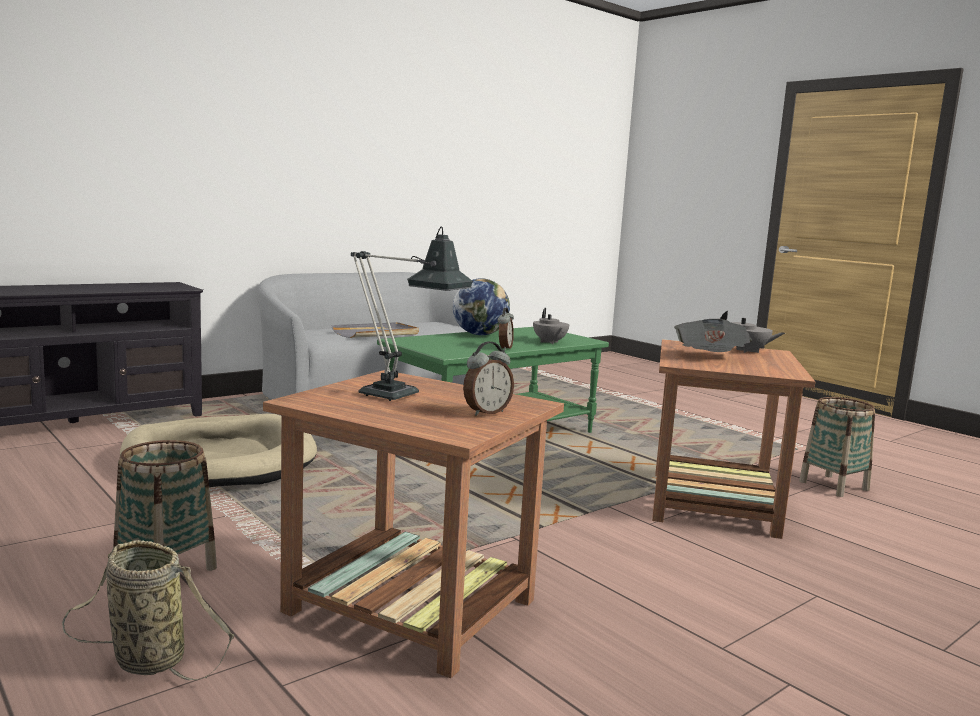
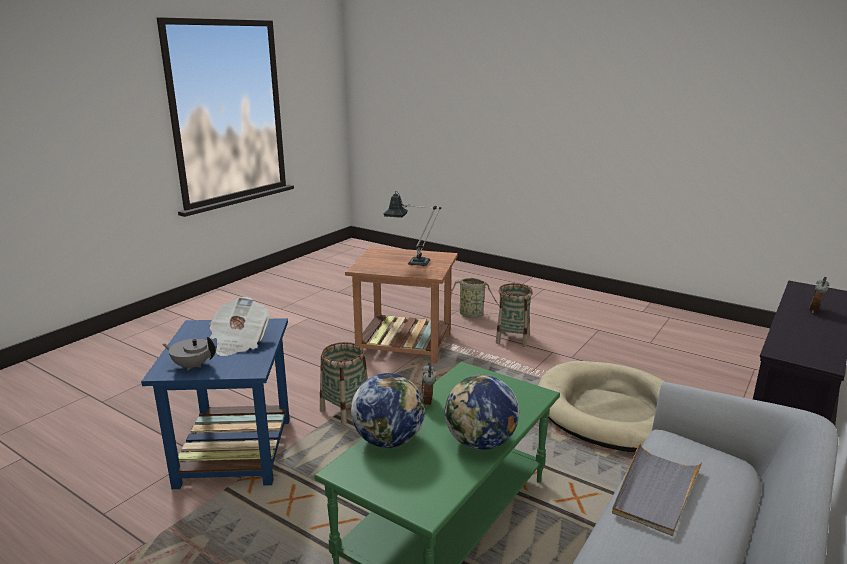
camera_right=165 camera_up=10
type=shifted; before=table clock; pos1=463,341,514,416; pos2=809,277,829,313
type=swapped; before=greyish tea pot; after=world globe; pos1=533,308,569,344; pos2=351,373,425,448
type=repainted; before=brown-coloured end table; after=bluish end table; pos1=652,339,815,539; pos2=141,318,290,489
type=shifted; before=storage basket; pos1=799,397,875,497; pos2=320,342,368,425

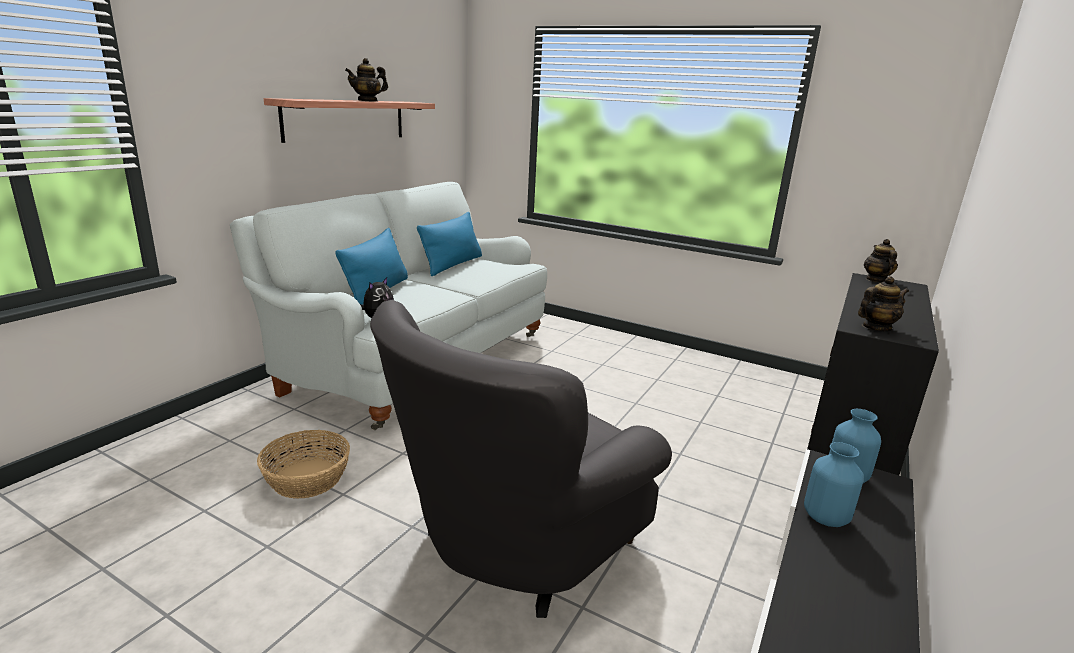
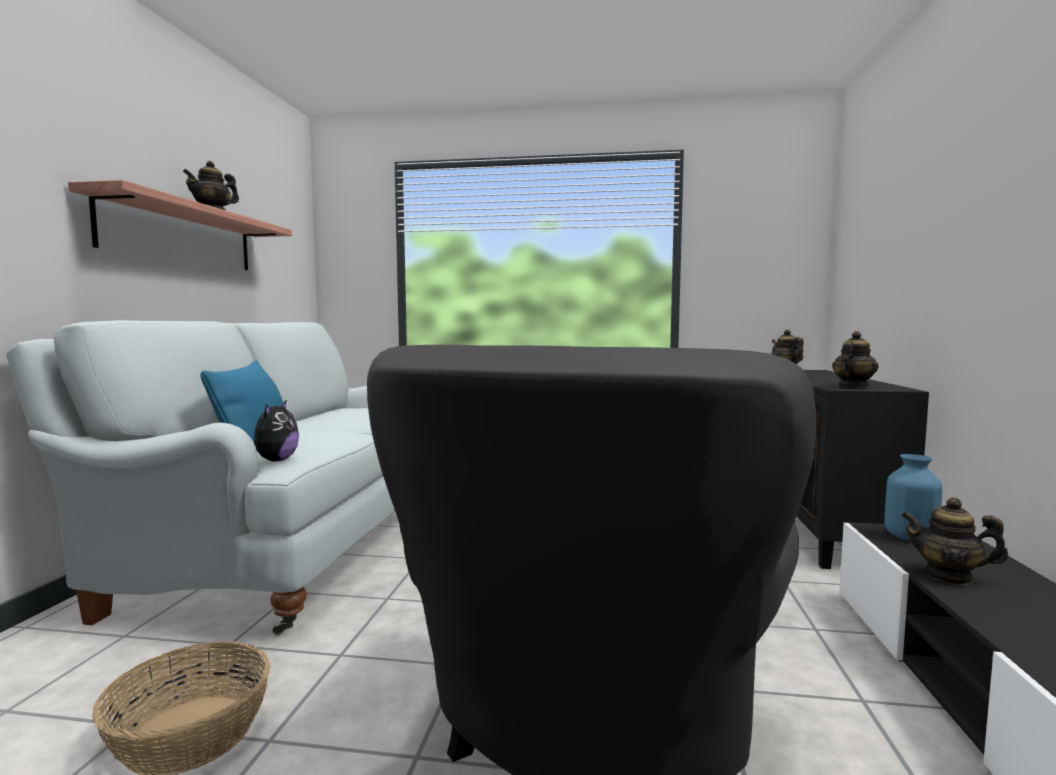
camera_right=-20 camera_up=-15
type=gone; before=bluish throw pillow; pos1=417,212,482,276
type=swapped; before=bluish flower vase; after=tea pot; pos1=804,442,864,527; pos2=901,497,1009,585

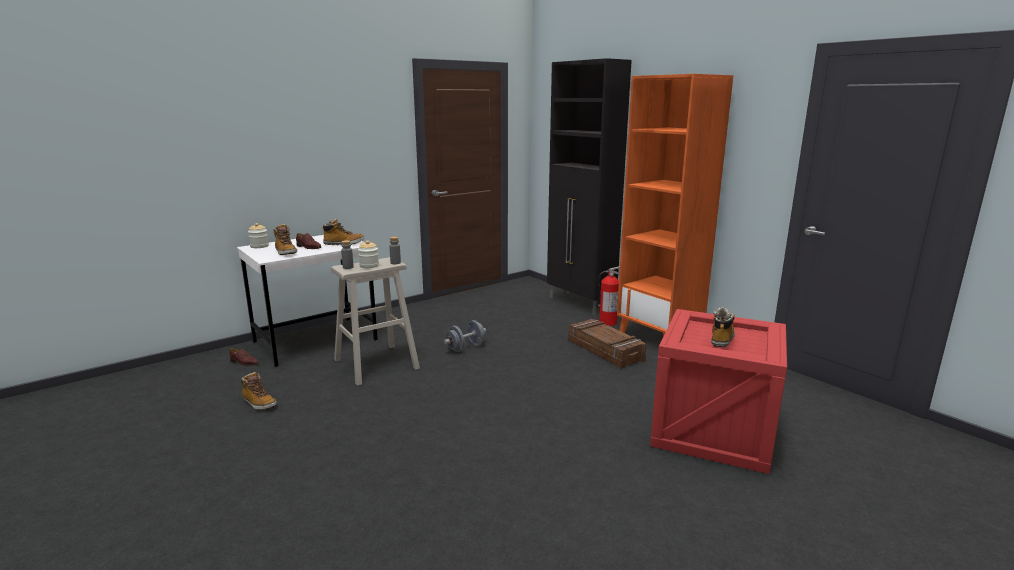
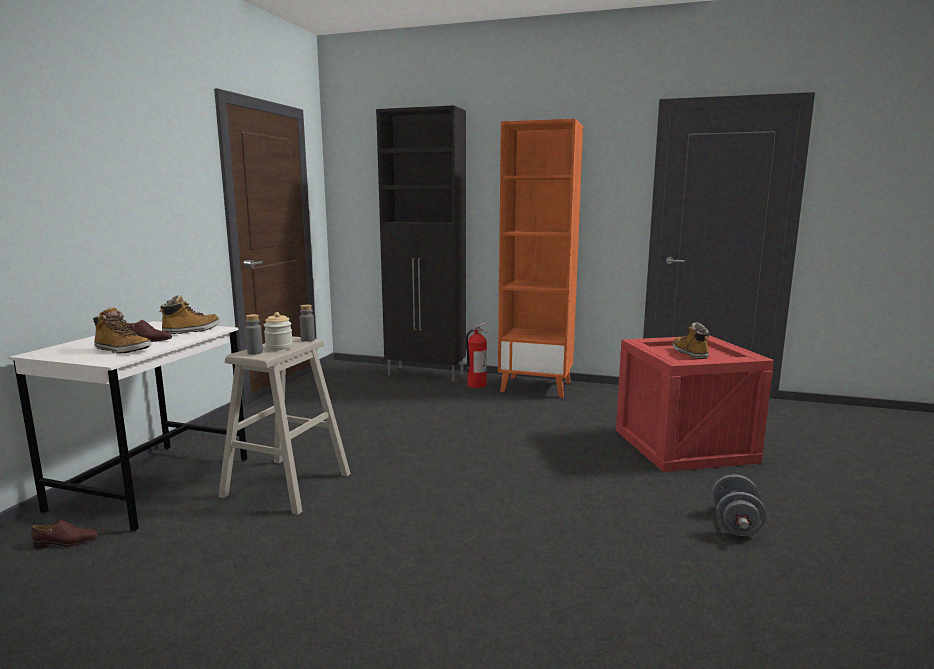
camera_right=-35 camera_up=-5
type=gone; before=high-top boot; pos1=241,372,277,410
type=gone; before=preserve jar; pos1=248,223,269,248
type=shifted; before=greyish dumbbell; pos1=444,320,486,352; pos2=712,475,766,536
type=gone; before=crate; pos1=568,319,647,369

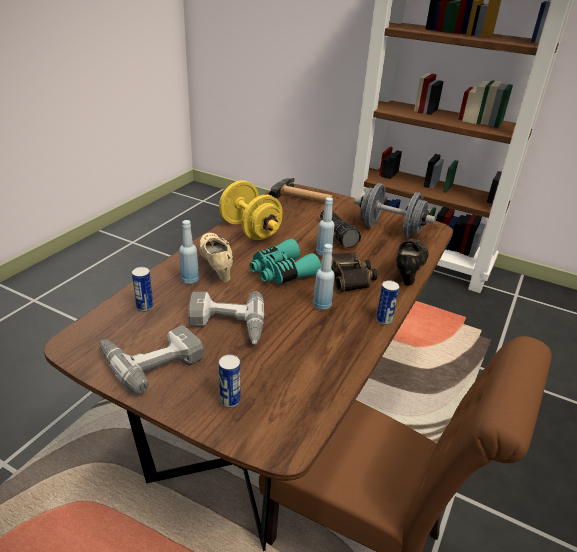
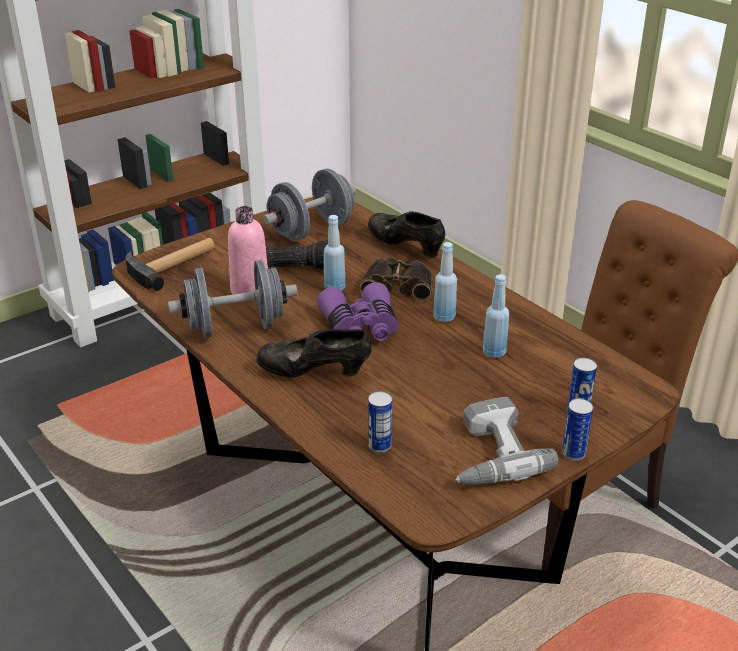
camera_right=-65 camera_up=0
type=shifted; before=bluish beverage bottle; pos1=179,220,199,284; pos2=483,274,509,358
type=gone; before=drill; pos1=188,291,264,344
type=repainted; before=beige-coloured low shoe; after=black low shoe; pos1=200,233,233,282; pos2=256,329,371,377
type=repainted; before=yellow-coloured dumbbell; after=greyish dumbbell; pos1=219,180,282,240; pos2=168,260,298,338
type=repainted; before=turquoise pair of binoculars; after=purple pair of binoculars; pos1=249,239,321,284; pos2=317,282,398,341
type=shifted; before=can; pos1=376,280,400,325; pos2=562,399,593,461
type=new; after=pink beverage bottle; pos2=228,206,268,295

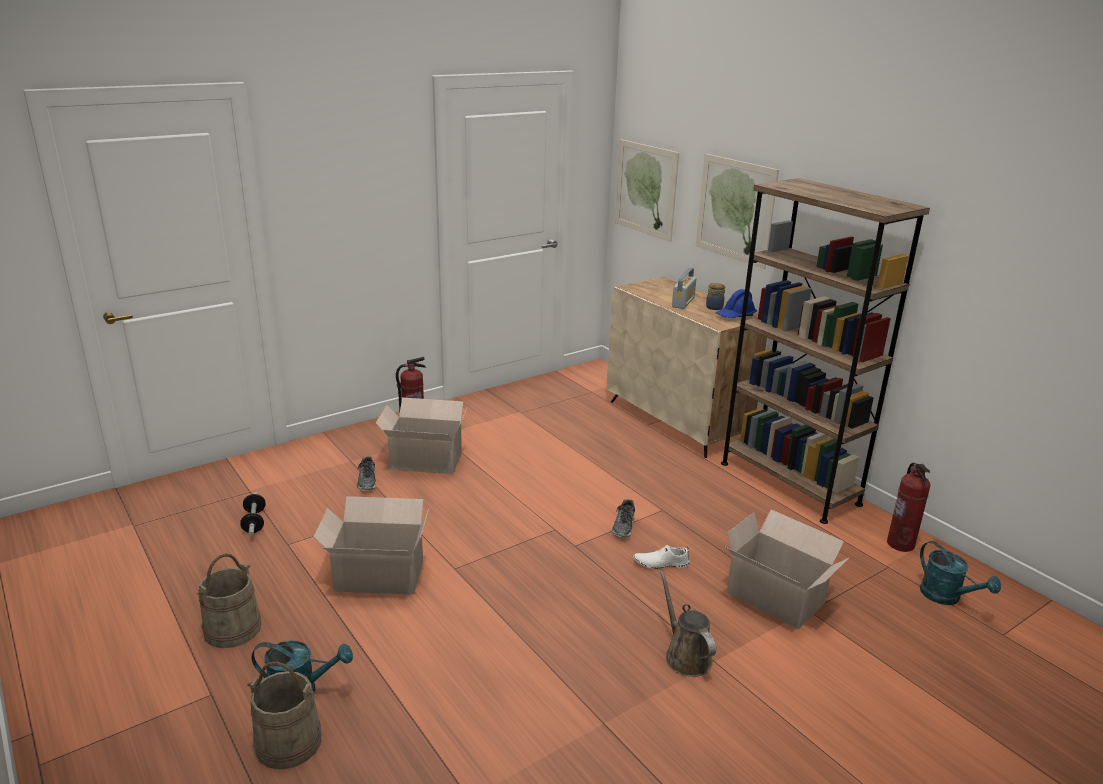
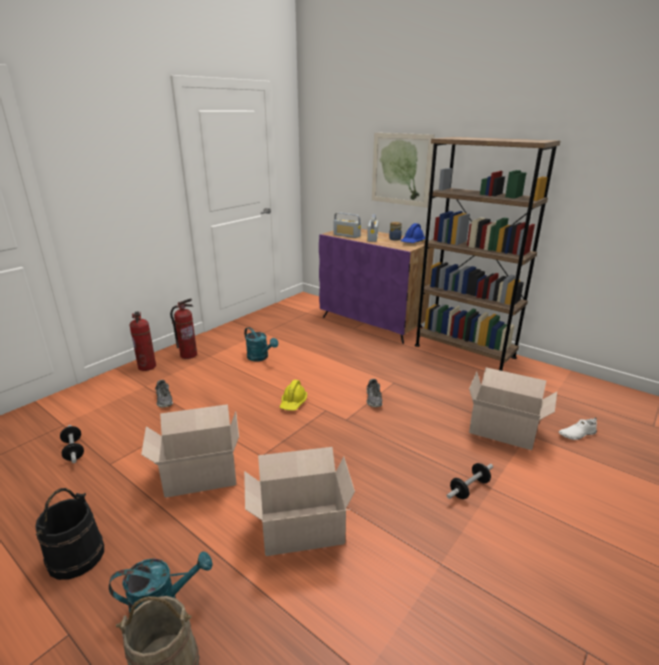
camera_right=-15 camera_up=0
type=repainted; before=beige-coloured water bucket; after=black water bucket; pos1=197,553,262,648; pos2=35,488,104,580
type=shifted; before=packing box; pos1=376,397,467,474; pos2=244,447,355,556
type=repainted; before=beige-coloured storage cabinet; after=purple storage cabinet; pos1=607,277,767,458; pos2=319,229,434,344
type=gone; before=picture; pos1=615,139,679,242
type=shifted; before=whitish low shoe; pos1=633,545,689,569; pos2=558,417,597,440
type=swapped; before=brown-coloured watering pot; after=dumbbell; pos1=660,571,716,677; pos2=446,463,493,499
type=shifted; before=fire extinguisher; pos1=887,463,930,552; pos2=130,311,156,371
type=shifted; before=turquoise watering pot; pos1=920,541,1001,605; pos2=244,327,278,361
type=new; after=yellow-coloured work helmet; pos2=280,380,307,411
type=new; after=radio receiver; pos2=333,212,361,238

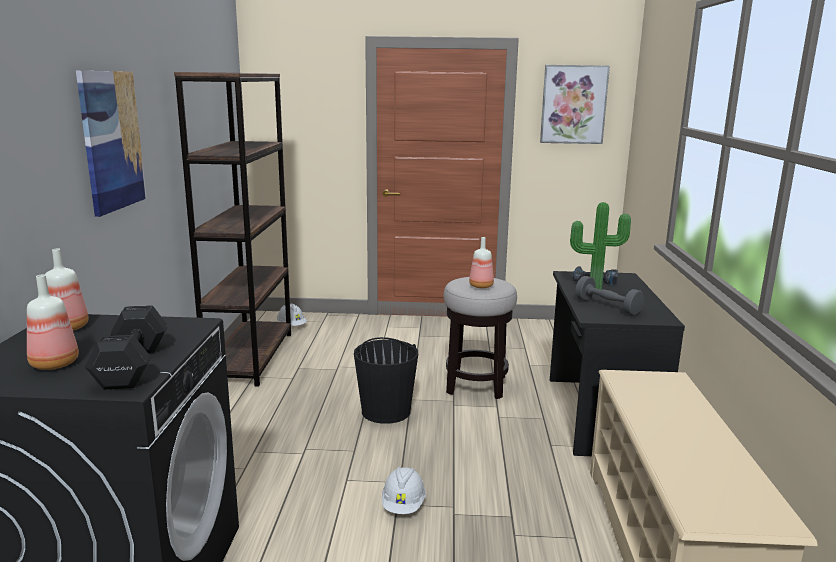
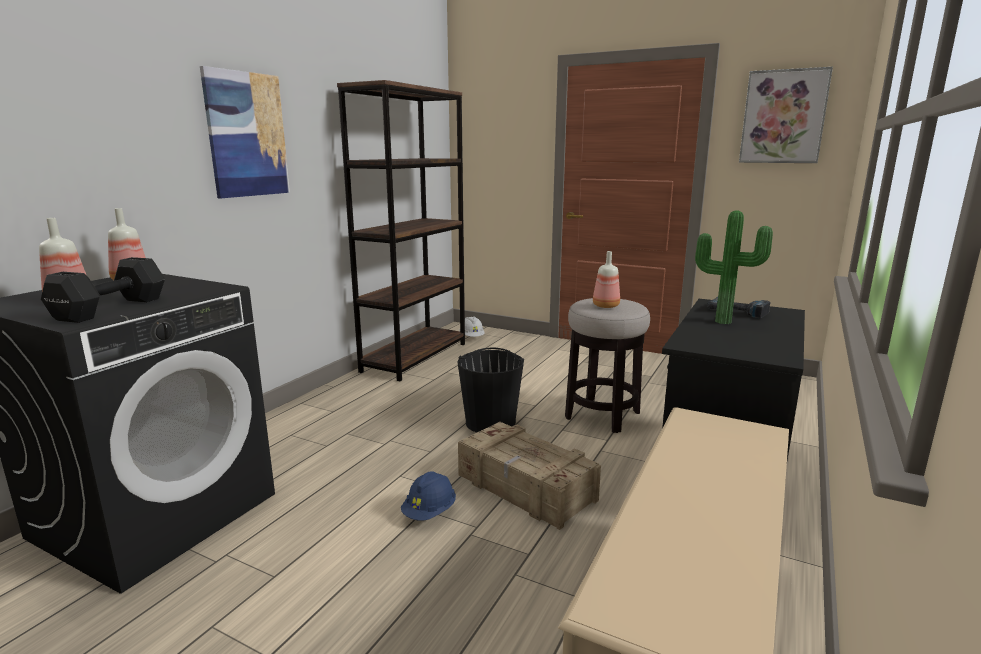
camera_right=25 camera_up=0
type=repainted; before=whitish work helmet; after=bluish work helmet; pos1=382,467,426,514; pos2=401,471,456,521
type=gone; before=greyish dumbbell; pos1=575,276,644,316
type=new; after=crate; pos2=458,422,601,530

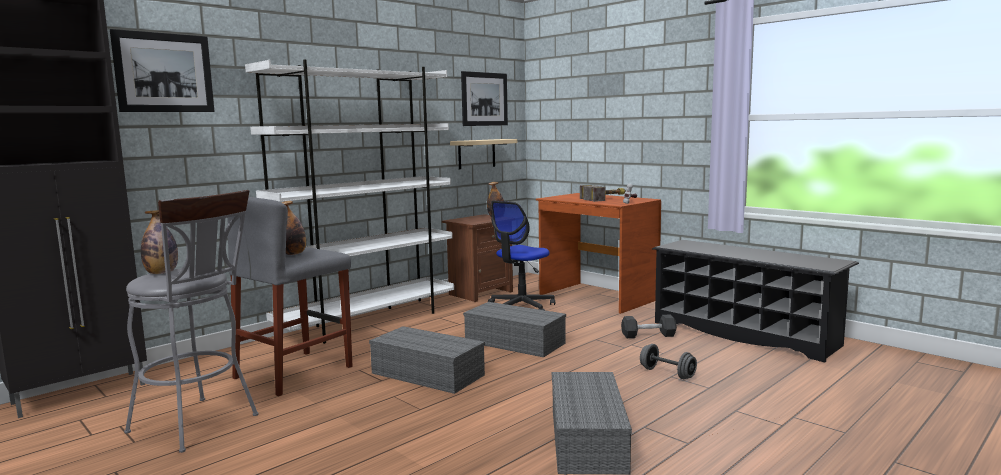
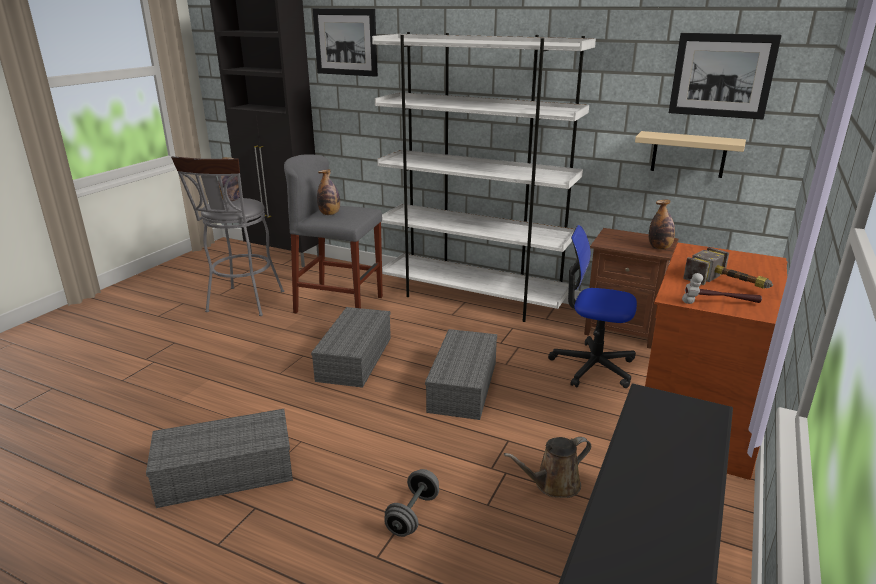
camera_right=70 camera_up=15
type=swapped; before=black dumbbell; after=brown-coloured watering pot; pos1=621,315,677,338; pos2=504,437,591,498

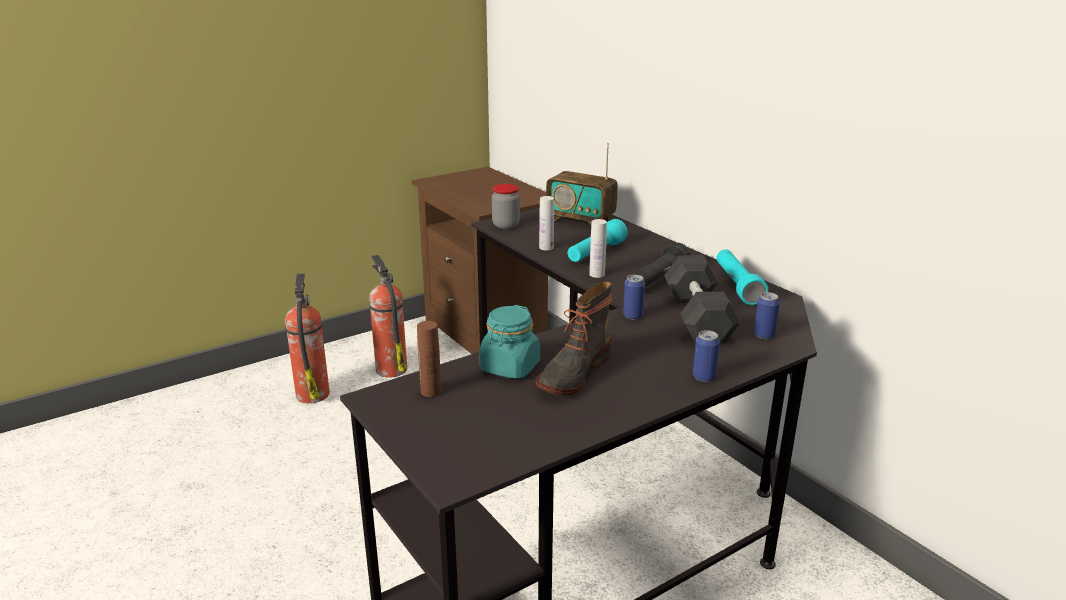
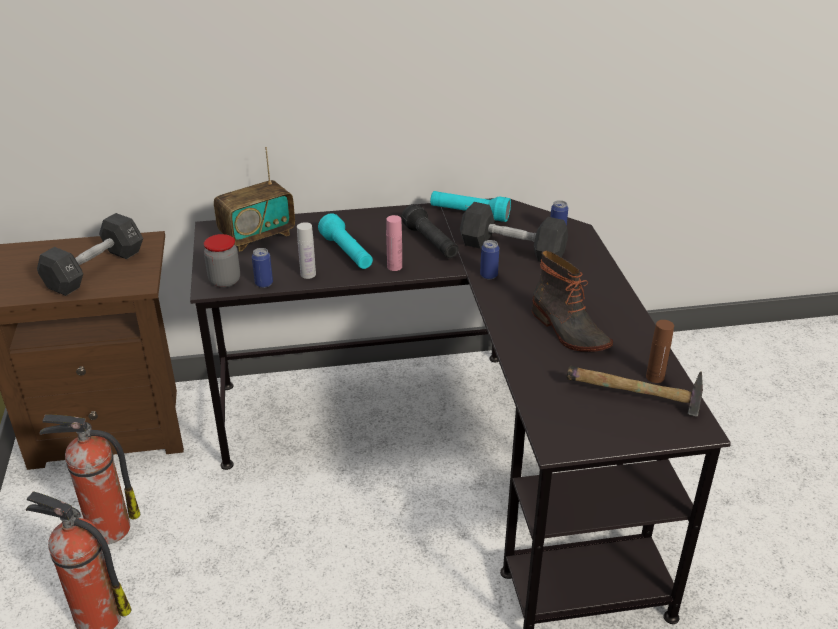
camera_right=-65 camera_up=10
type=shifted; before=brown-coloured beverage bottle; pos1=417,321,441,397; pos2=646,320,674,383
type=gone; before=turquoise preserve jar; pos1=479,305,540,379
type=repainted; before=whitish beverage bottle; after=pink beverage bottle; pos1=589,219,607,278; pos2=386,215,402,271
type=shifted; before=can; pos1=693,330,720,382; pos2=252,248,273,288
type=new; after=black dumbbell; pos2=37,213,143,296
type=new; after=hammer; pos2=567,366,703,417

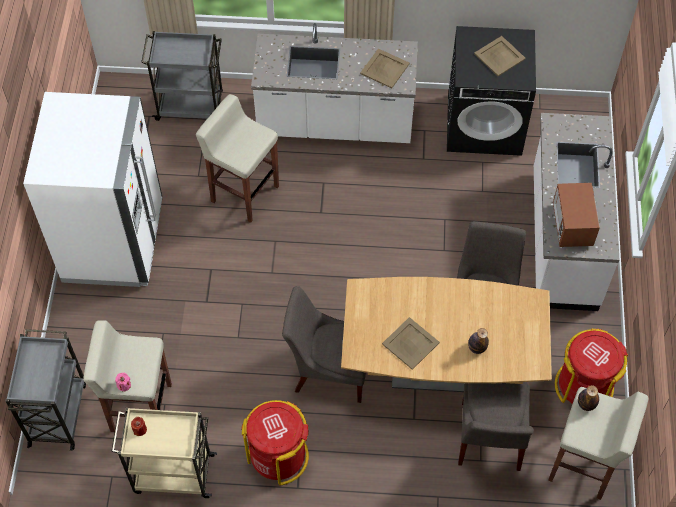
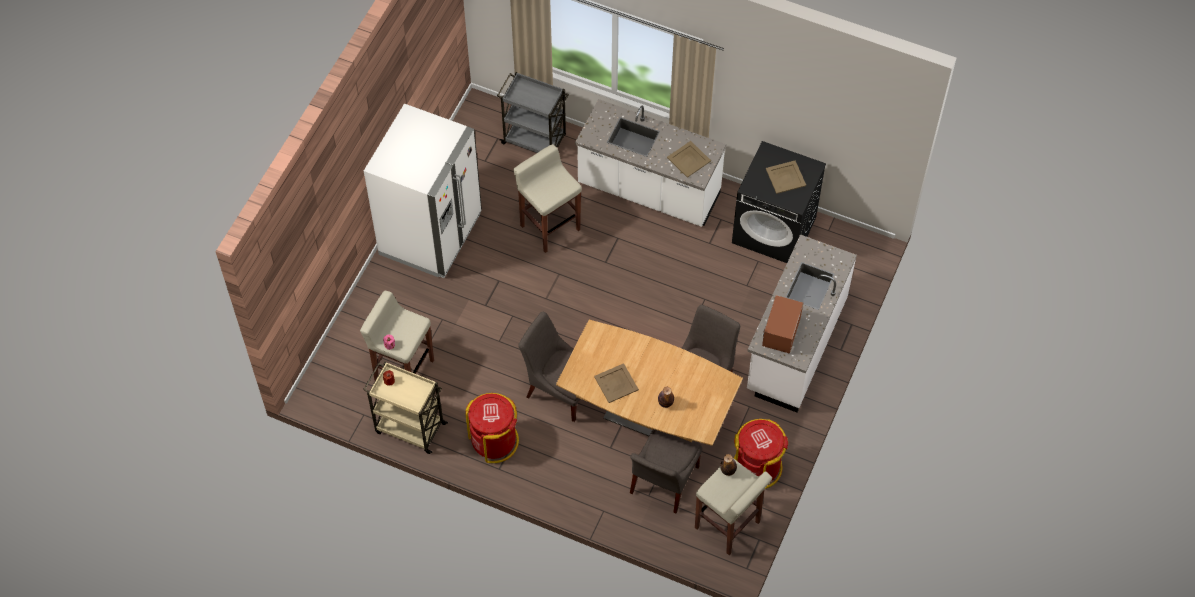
camera_right=20 camera_up=0
type=gone; before=greyish trolley; pos1=5,329,86,451

